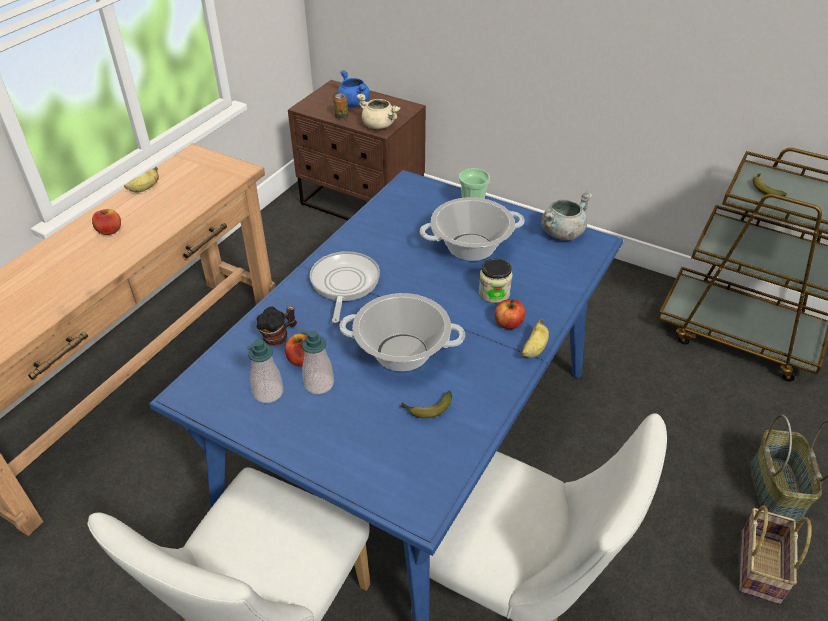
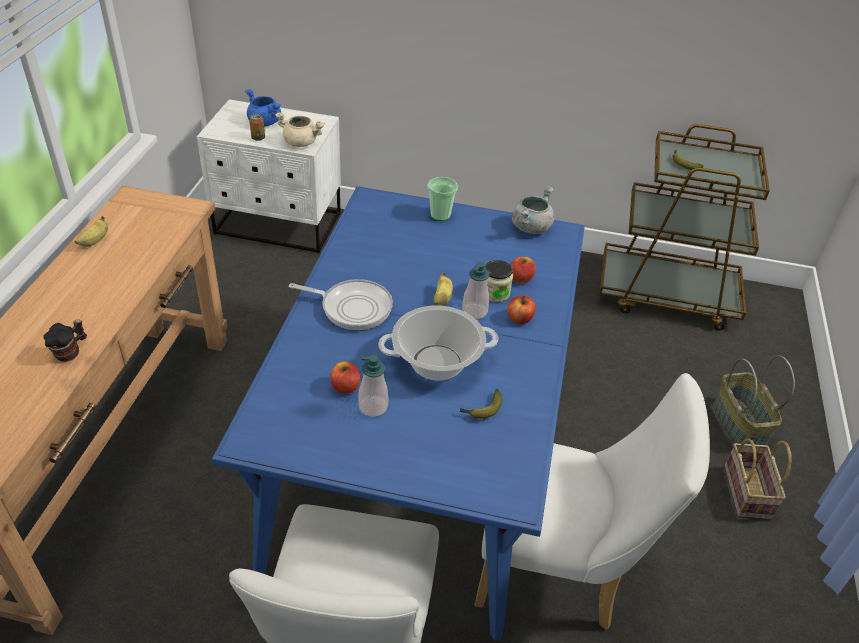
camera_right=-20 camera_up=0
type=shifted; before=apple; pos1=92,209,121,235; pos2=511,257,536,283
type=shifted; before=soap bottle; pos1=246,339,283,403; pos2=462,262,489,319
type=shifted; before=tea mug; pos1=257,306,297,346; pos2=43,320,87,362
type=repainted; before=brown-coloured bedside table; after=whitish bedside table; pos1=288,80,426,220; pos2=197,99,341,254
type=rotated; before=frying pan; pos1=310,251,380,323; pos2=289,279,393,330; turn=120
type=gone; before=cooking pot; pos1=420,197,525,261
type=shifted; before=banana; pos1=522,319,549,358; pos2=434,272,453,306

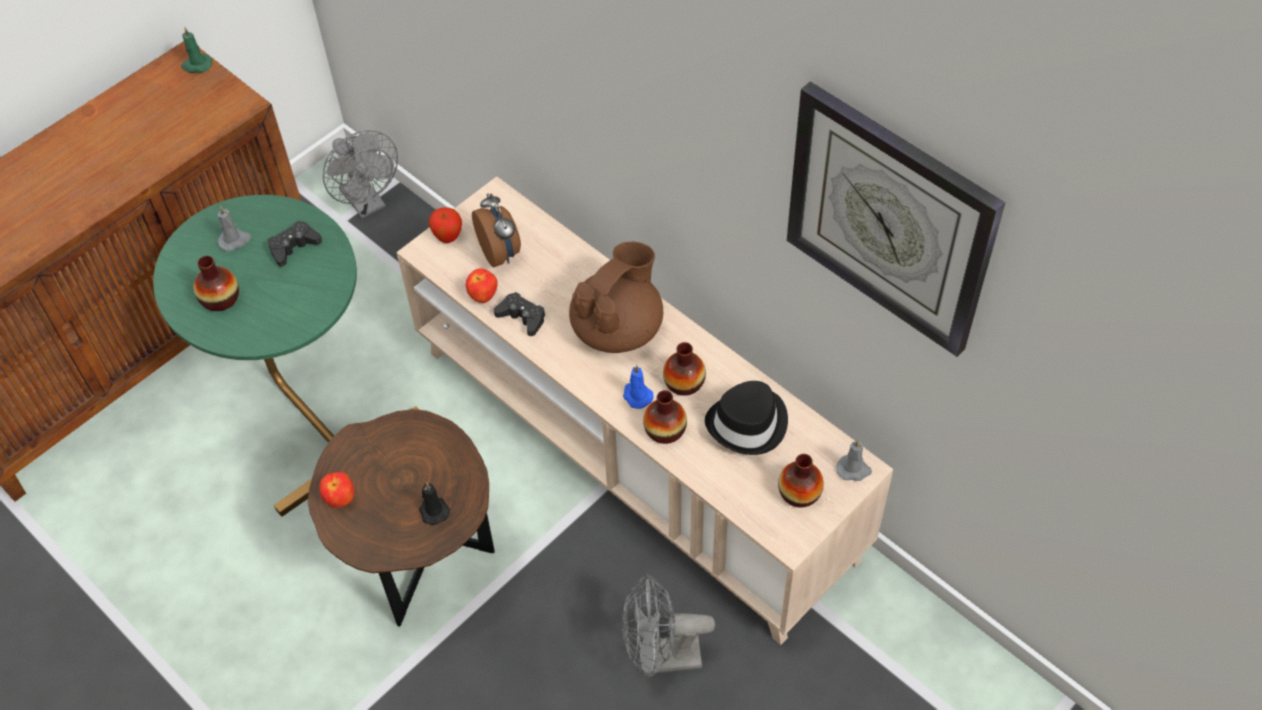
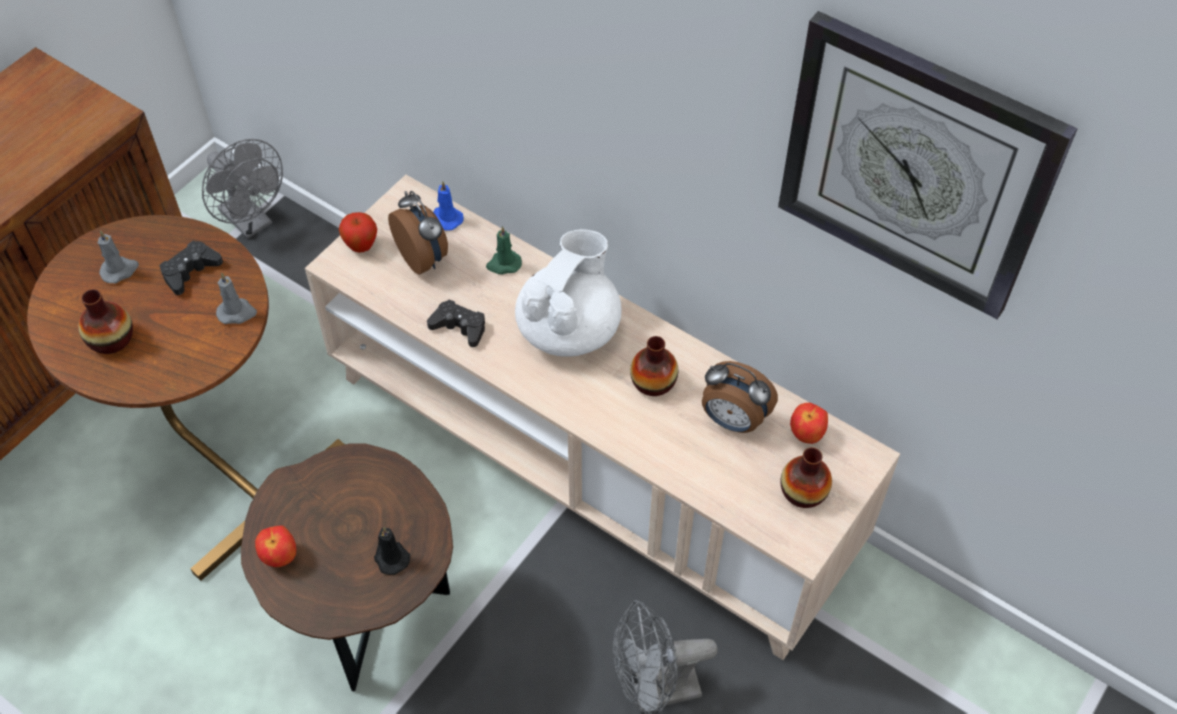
camera_right=-10 camera_up=0
type=repainted; before=greenish end table; after=brown-coloured end table; pos1=153,195,420,517; pos2=27,215,345,581
type=shifted; before=greenish wax candle; pos1=181,27,212,73; pos2=486,226,522,274
type=shifted; before=apple; pos1=466,269,498,303; pos2=790,403,828,444
type=repainted; before=brown-coloured tea pot; after=whitish tea pot; pos1=569,242,663,353; pos2=515,229,622,357
type=shifted; before=bluish wax candle; pos1=623,365,654,409; pos2=433,181,464,231
type=gone; before=flower vase; pos1=643,390,687,444
type=swapped; before=black hat; after=table clock; pos1=705,381,788,455; pos2=702,361,778,433
type=shifted; before=greyish wax candle; pos1=836,439,872,481; pos2=216,273,257,324

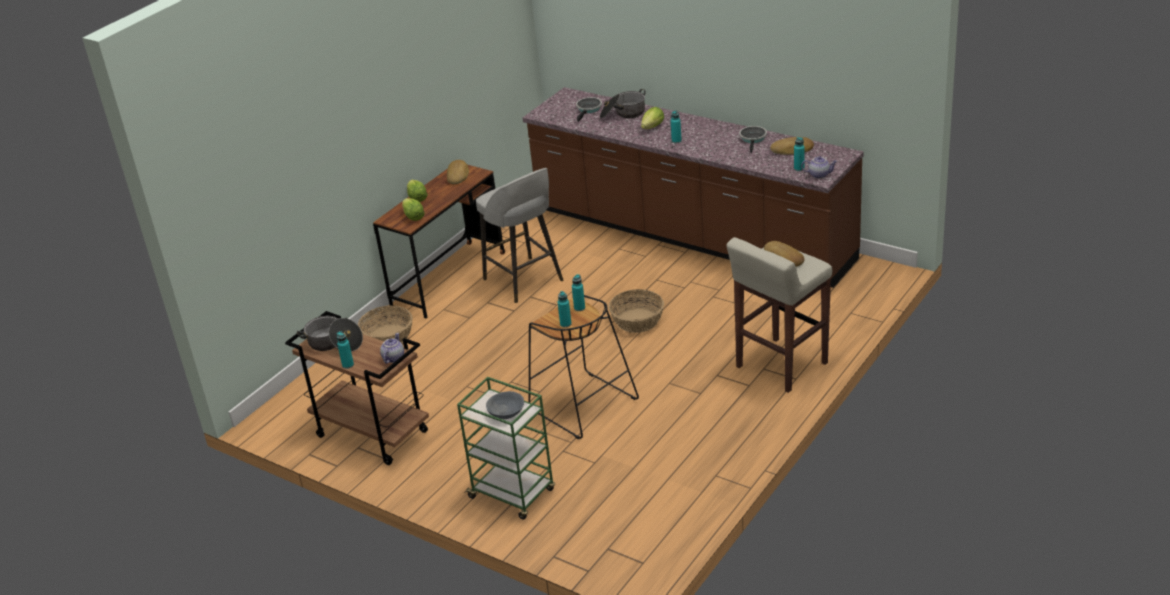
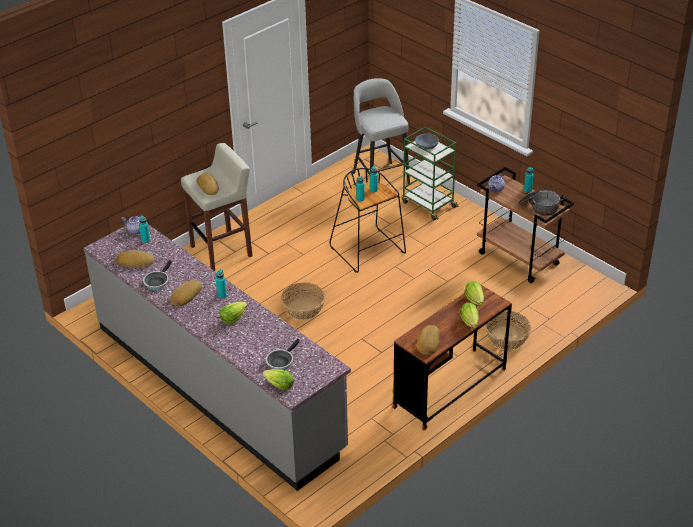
camera_right=-170 camera_up=5
type=shifted; before=greyish sitting stool; pos1=476,168,563,303; pos2=353,78,410,184
type=repainted; before=brown-coloured kitchen base unit; after=greyish kitchen base unit; pos1=523,87,864,288; pos2=84,224,351,491
type=gone; before=cooking pot; pos1=600,89,646,118
type=new; after=bread; pos2=170,280,202,306
type=new; after=head of lettuce; pos2=262,369,294,390

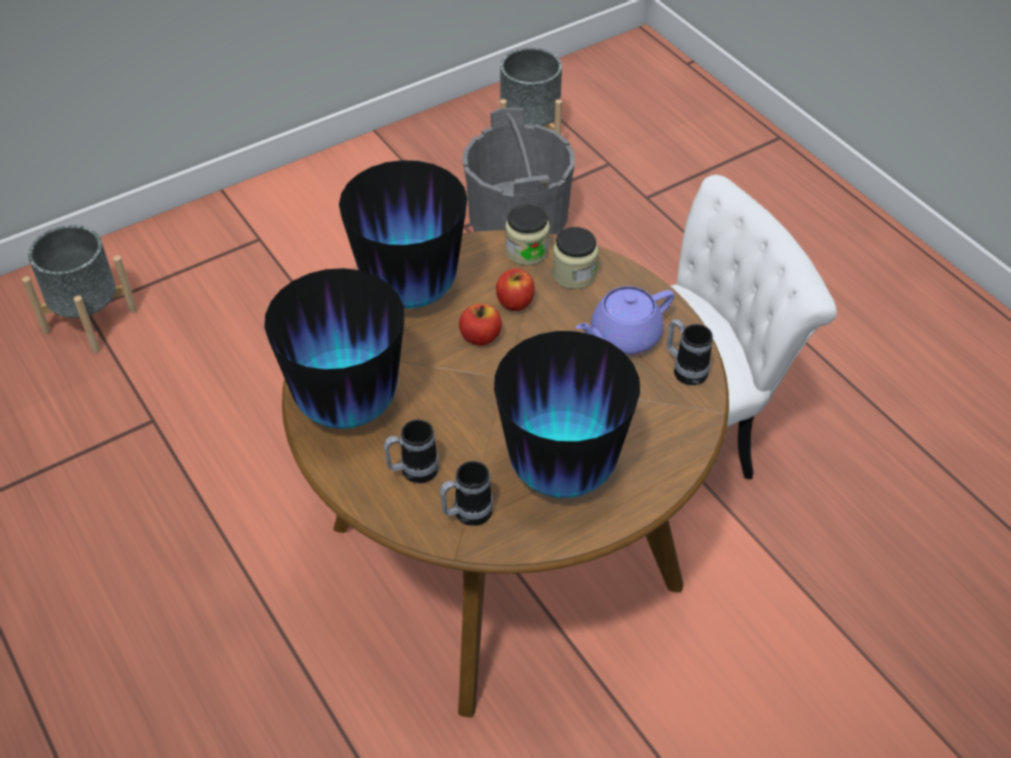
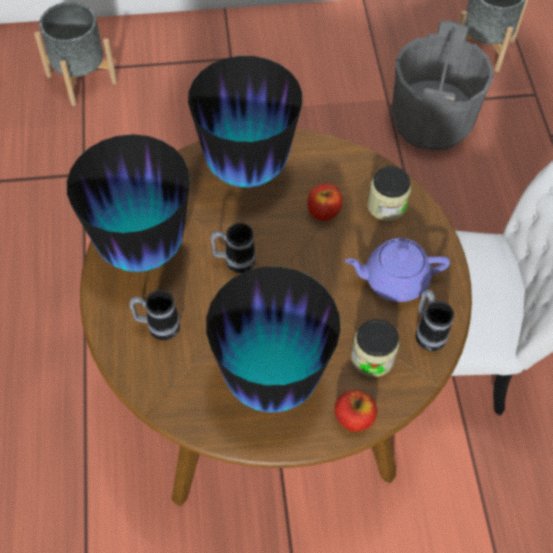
camera_right=25 camera_up=10
type=shifted; before=tea mug; pos1=440,461,493,526; pos2=210,222,256,273
type=shifted; before=apple; pos1=459,304,502,346; pos2=334,390,377,431
type=shifted; before=preserve jar; pos1=505,204,550,265; pos2=351,319,399,377

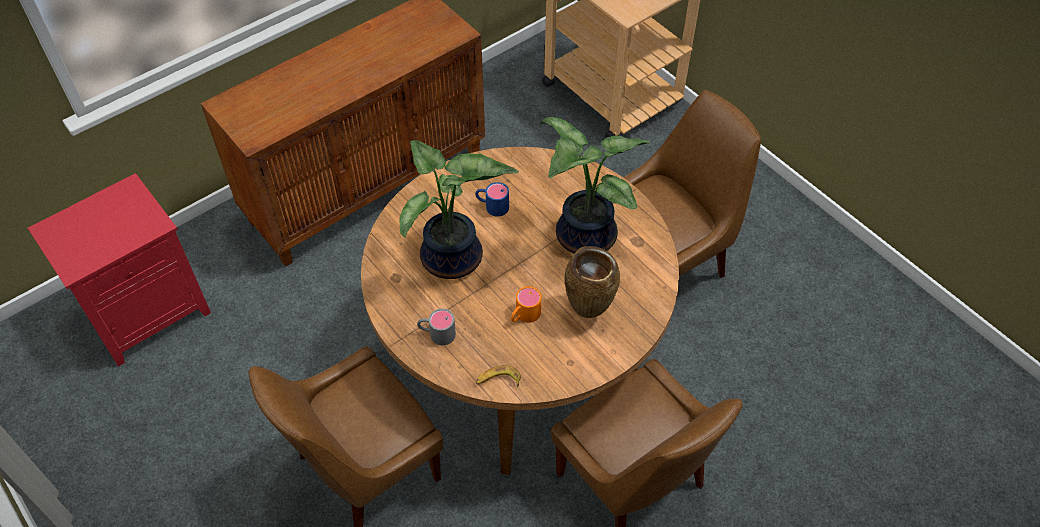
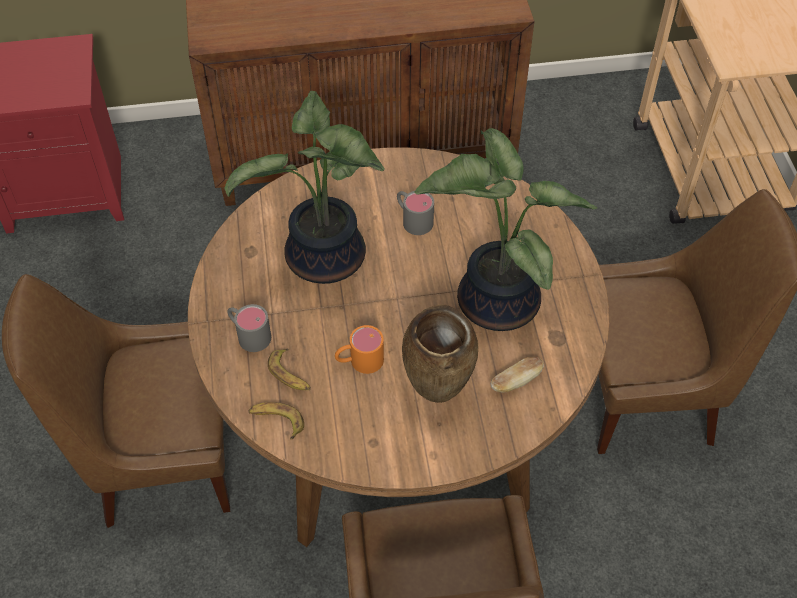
camera_right=30 camera_up=0
type=repainted; before=bluish tea mug; after=greyish tea mug; pos1=475,182,509,217; pos2=397,191,434,235
type=new; after=banana; pos2=268,349,311,390
type=new; after=bread; pos2=490,357,544,393

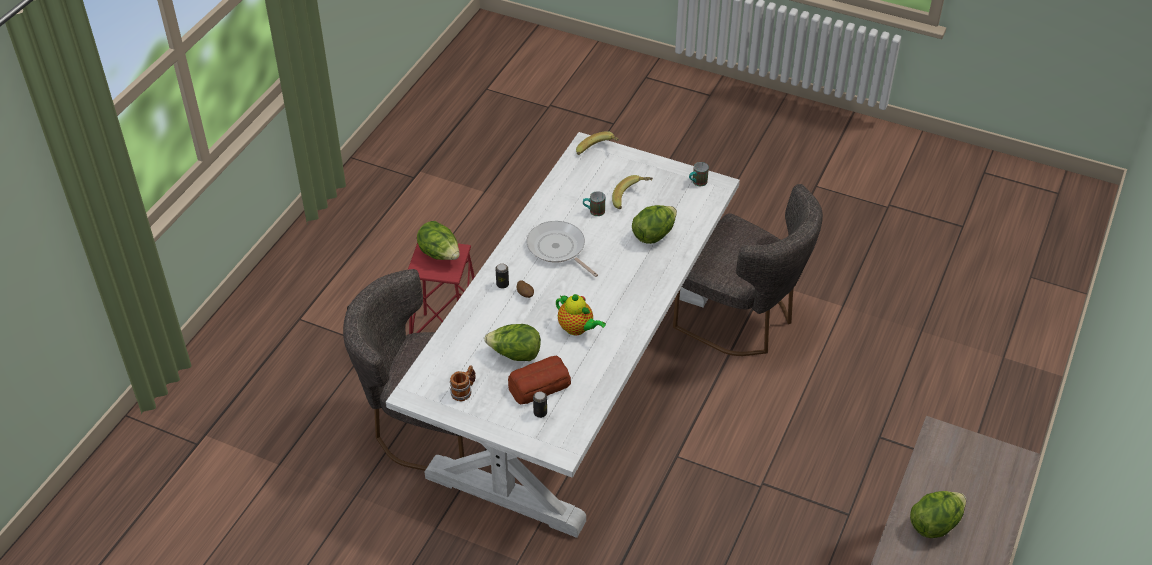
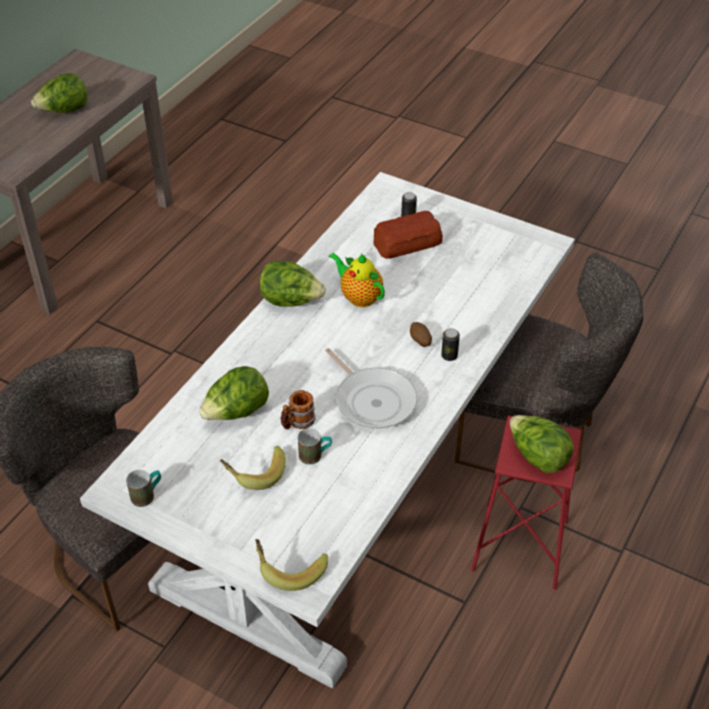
camera_right=-175 camera_up=0
type=shifted; before=tea mug; pos1=450,365,476,401; pos2=281,390,316,430
type=shifted; before=head of lettuce; pos1=484,324,541,361; pos2=259,261,326,307

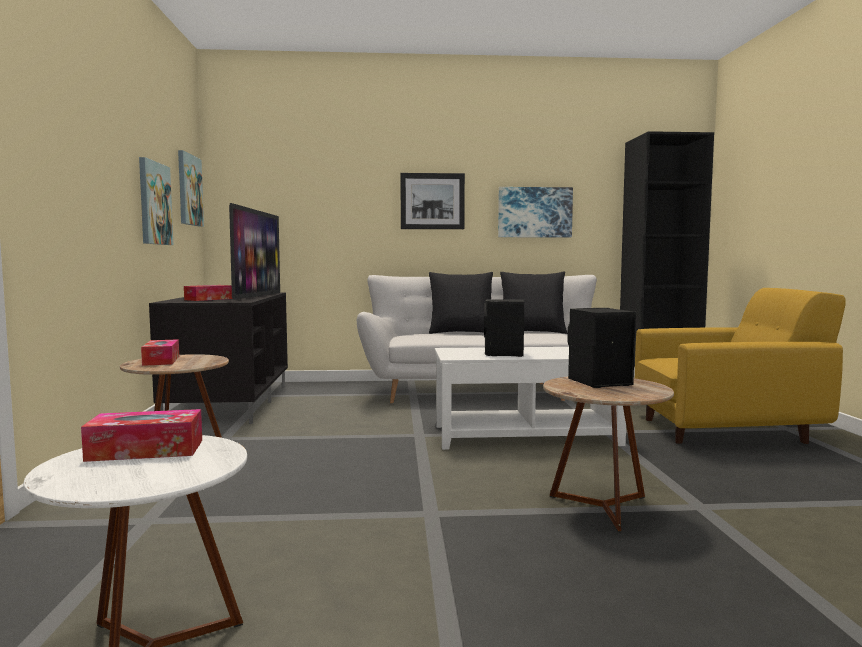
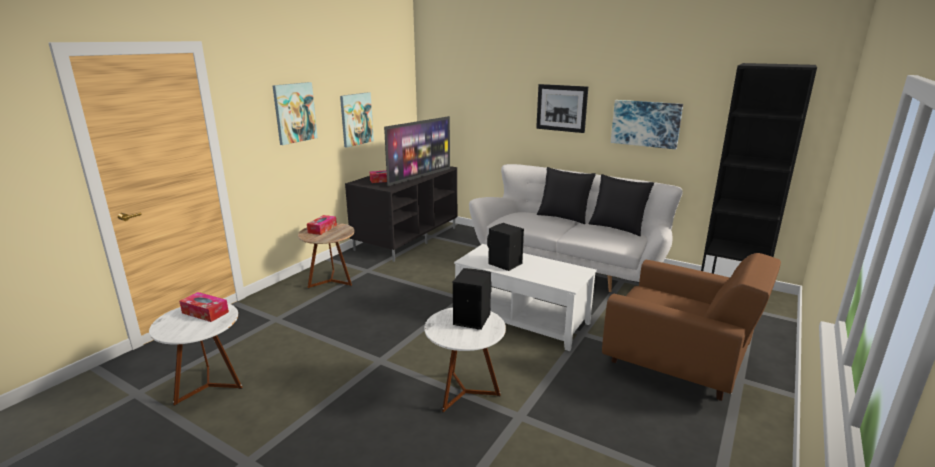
camera_right=35 camera_up=15
type=shifted; before=picture; pos1=178,150,204,227; pos2=273,82,318,145
type=repainted; before=brown-coloured end table; after=whitish end table; pos1=543,377,674,533; pos2=424,307,506,413
type=repainted; before=yellow-coloured lounge chair; after=brown-coloured lounge chair; pos1=635,288,846,444; pos2=602,253,781,401

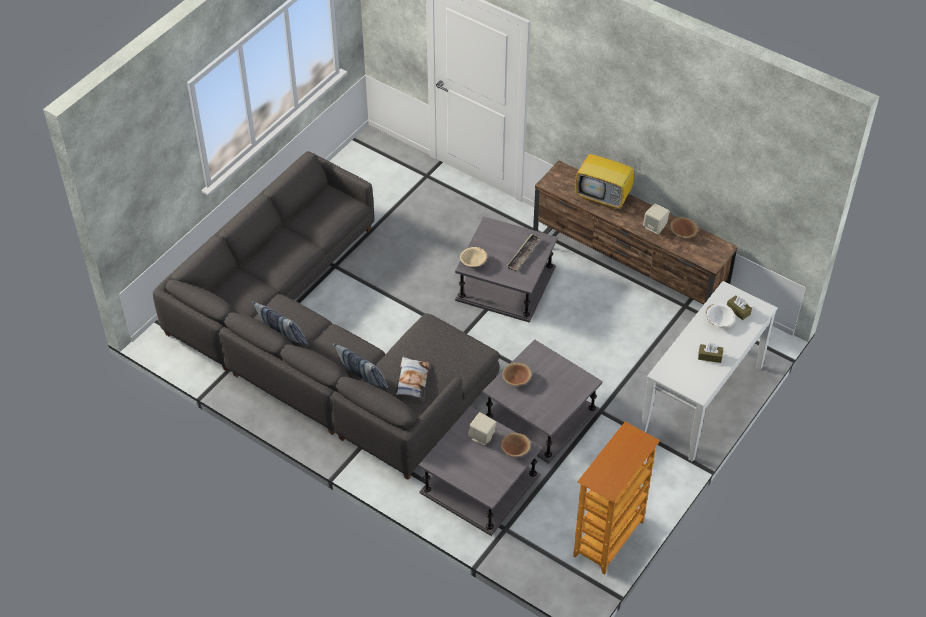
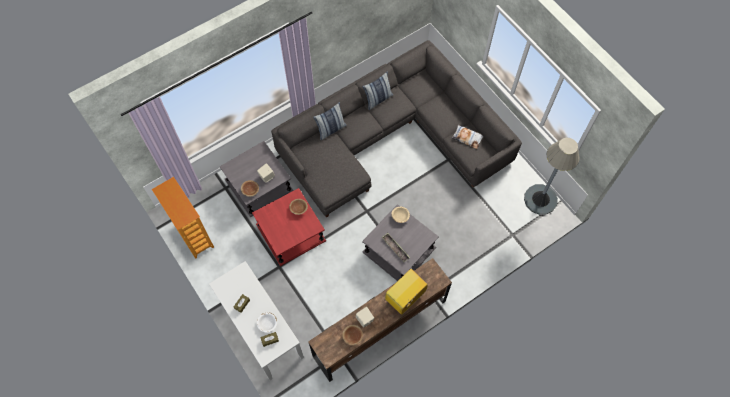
camera_right=110 camera_up=15
type=shifted; before=throw pillow; pos1=396,357,429,398; pos2=452,125,483,149
type=repainted; before=greyish end table; after=reddish end table; pos1=482,339,602,464; pos2=252,188,326,266
type=new; after=greyish standing lamp; pos2=524,138,580,215

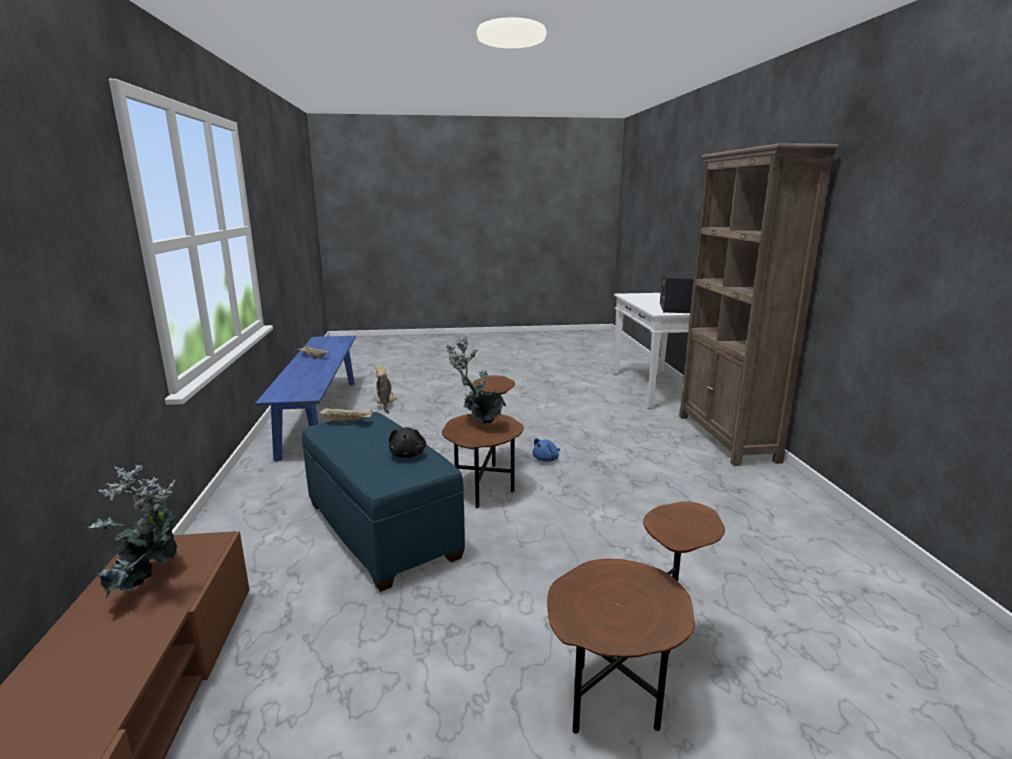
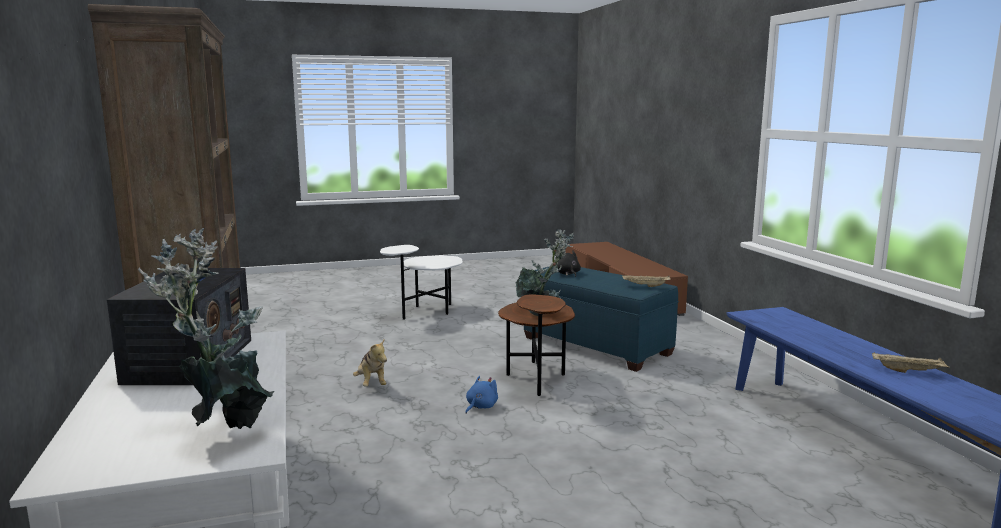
camera_right=170 camera_up=-5
type=shifted; before=plant in a pot; pos1=88,465,177,599; pos2=138,228,274,429
type=shifted; before=plush toy; pos1=375,365,397,414; pos2=353,339,387,387
type=repainted; before=brown-coloured end table; after=whitish end table; pos1=547,501,725,734; pos2=380,245,463,320

